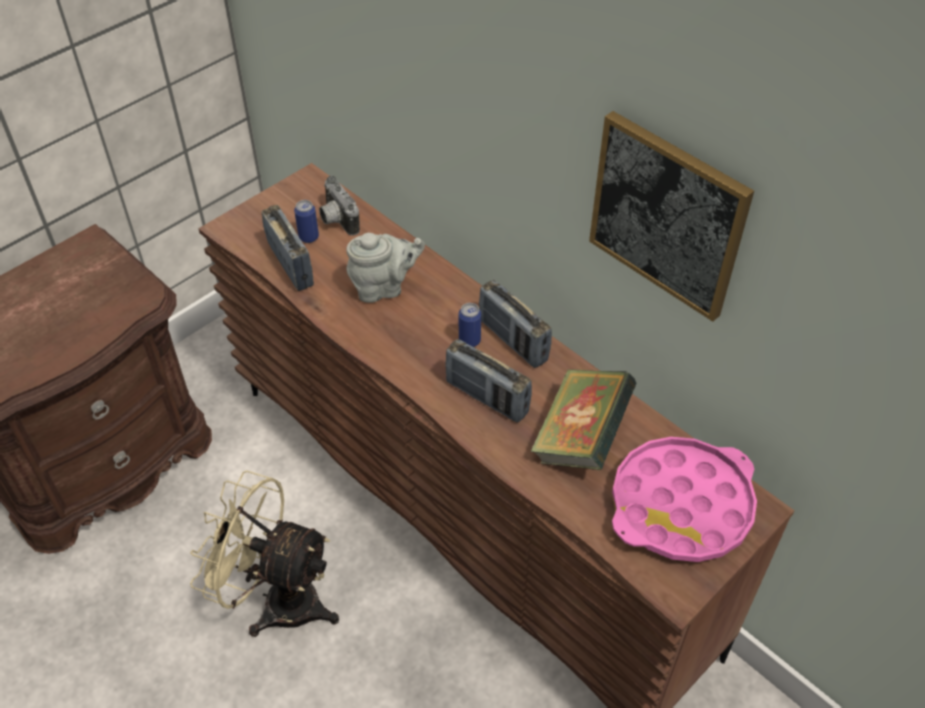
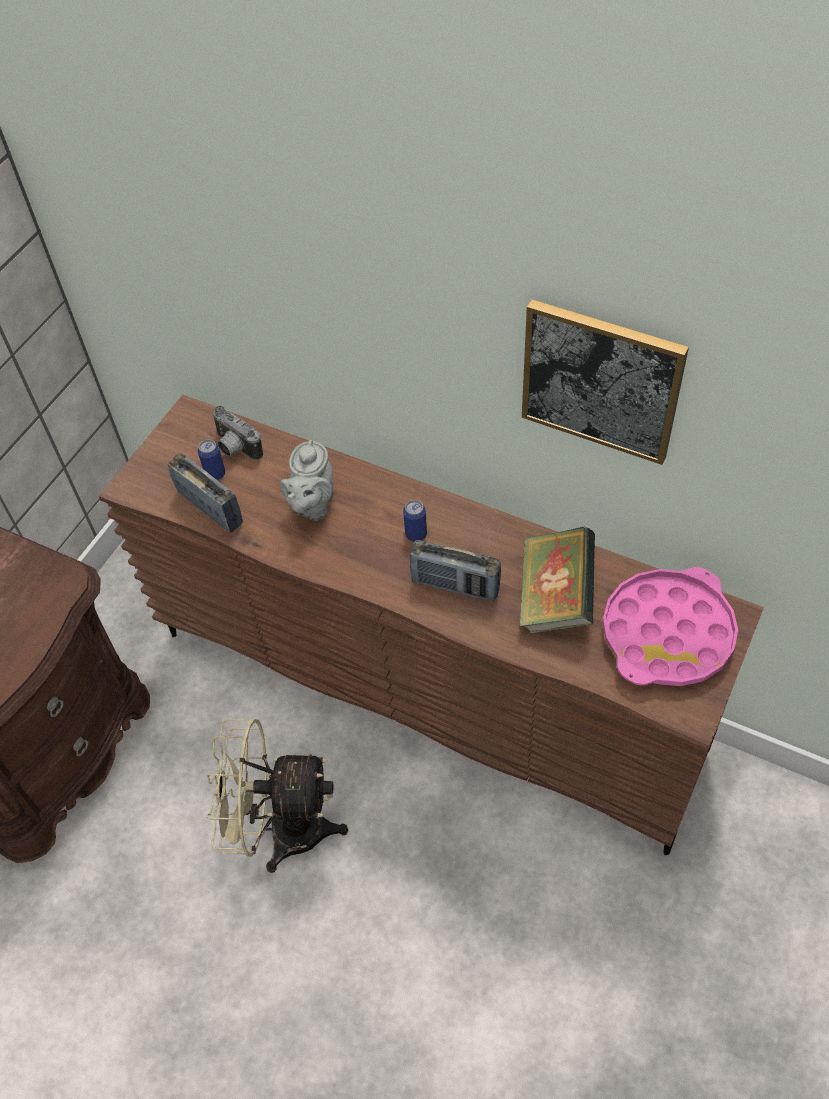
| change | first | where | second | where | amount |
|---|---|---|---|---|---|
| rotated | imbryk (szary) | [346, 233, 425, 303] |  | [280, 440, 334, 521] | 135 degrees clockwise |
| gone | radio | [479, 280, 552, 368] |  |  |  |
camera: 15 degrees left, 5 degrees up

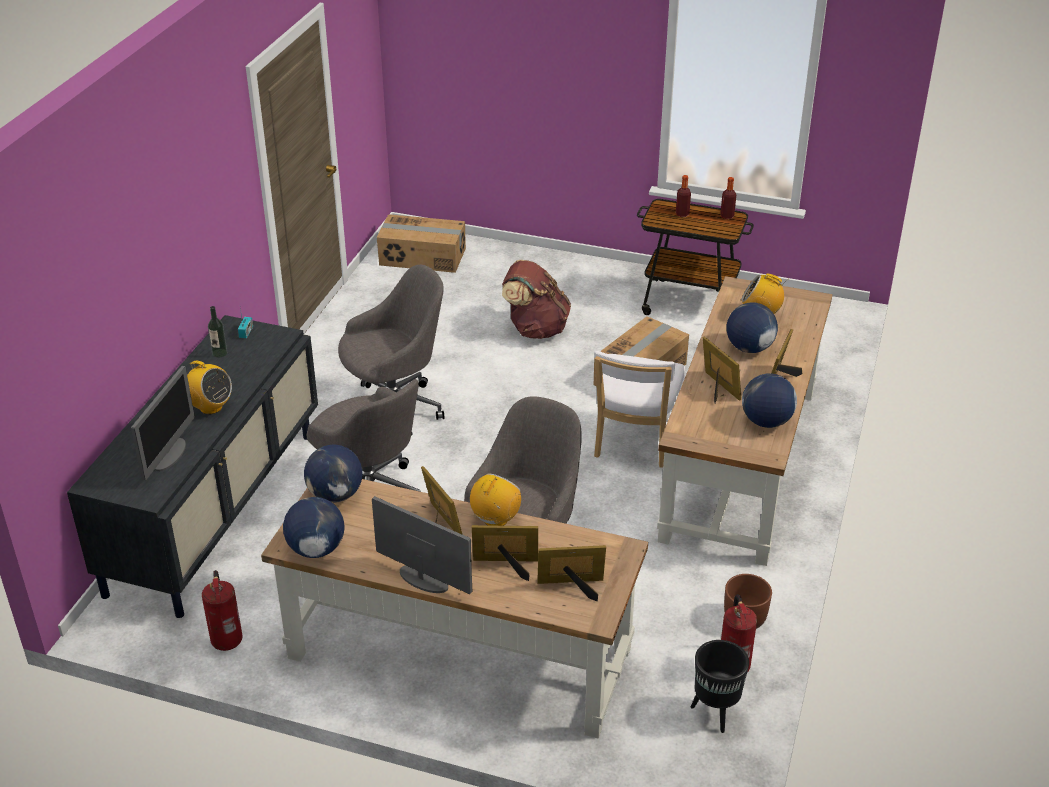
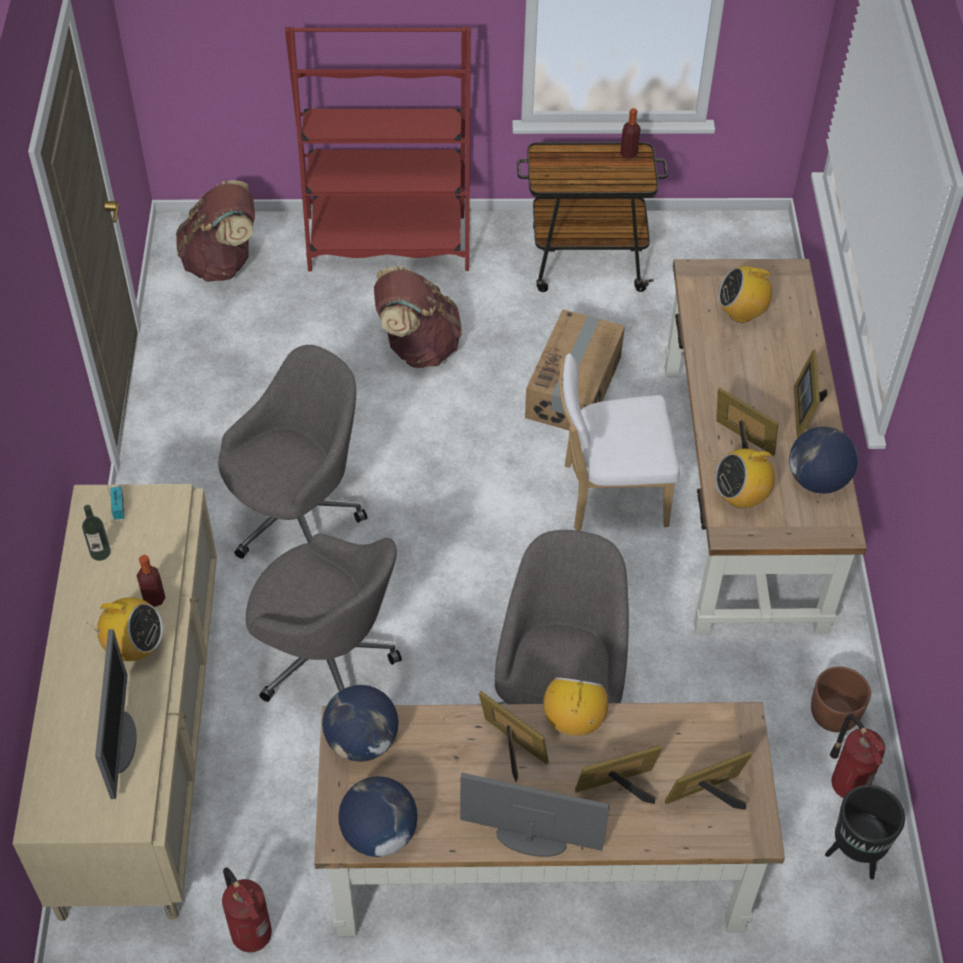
| change | first | where | second | where | amount |
|---|---|---|---|---|---|
| repainted | szafka (czarny) | [67, 315, 318, 618] | szafka (beżowy) | [13, 484, 217, 921] |  |
| shifted | butelka | [676, 175, 691, 217] |  | [137, 555, 166, 607] |  |
| swapped | karton | [377, 214, 466, 273] | plecak (brązowy) | [176, 180, 255, 282] |  |
| new |  |  | regał (czerwony) | [285, 27, 471, 272] |  |
| rotated | krzesło (biały) | [594, 351, 685, 468] |  | [559, 353, 680, 531] | 90 degrees clockwise |
| new |  |  | radio | [715, 443, 775, 508] |  |
| gone | globus | [727, 302, 778, 353] |  |  |  |
camera: 20 degrees left, 15 degrees up

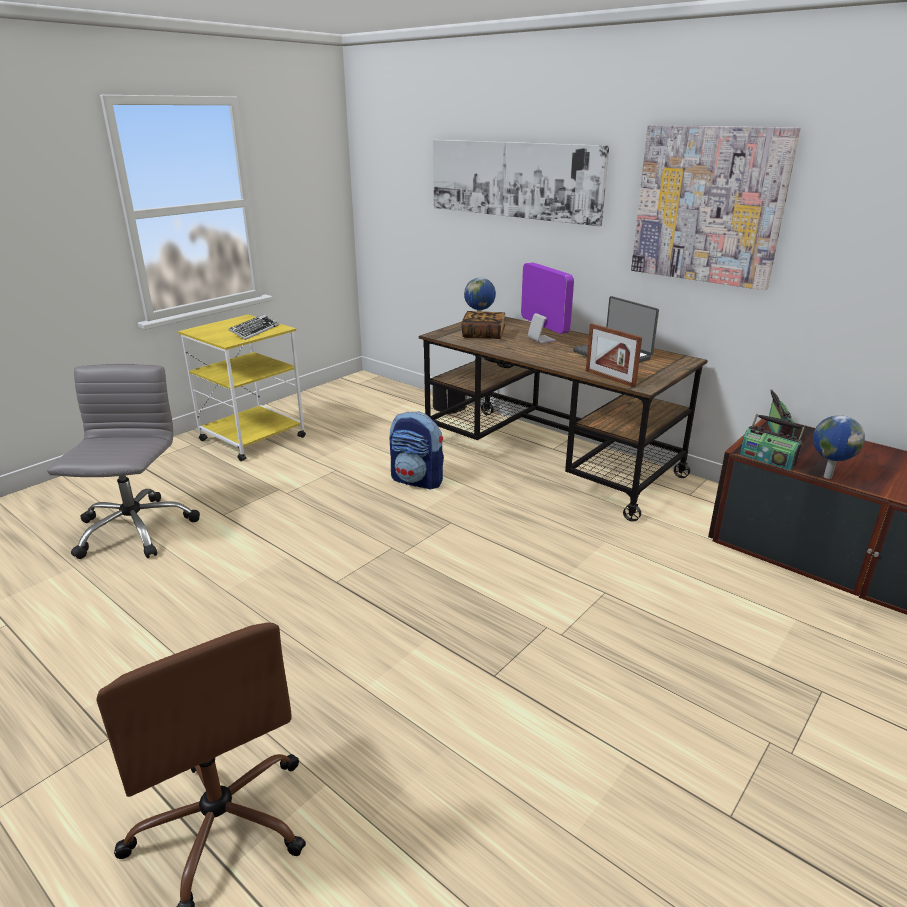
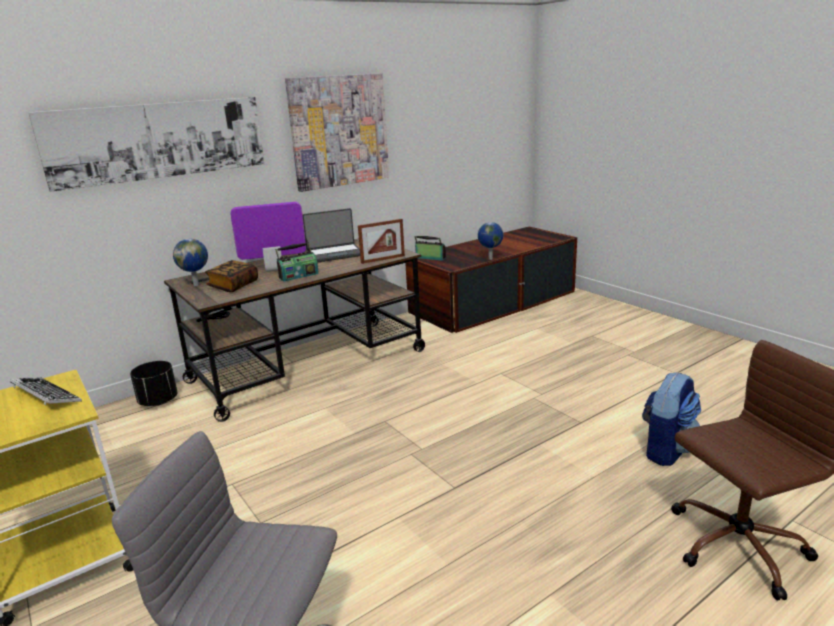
| change | first | where | second | where | amount |
|---|---|---|---|---|---|
| shifted | radio | [740, 414, 805, 470] |  | [275, 242, 319, 282] |  |
| shifted | plecak | [390, 412, 444, 490] |  | [642, 372, 701, 466] |  |
camera: 75 degrees left, 5 degrees down

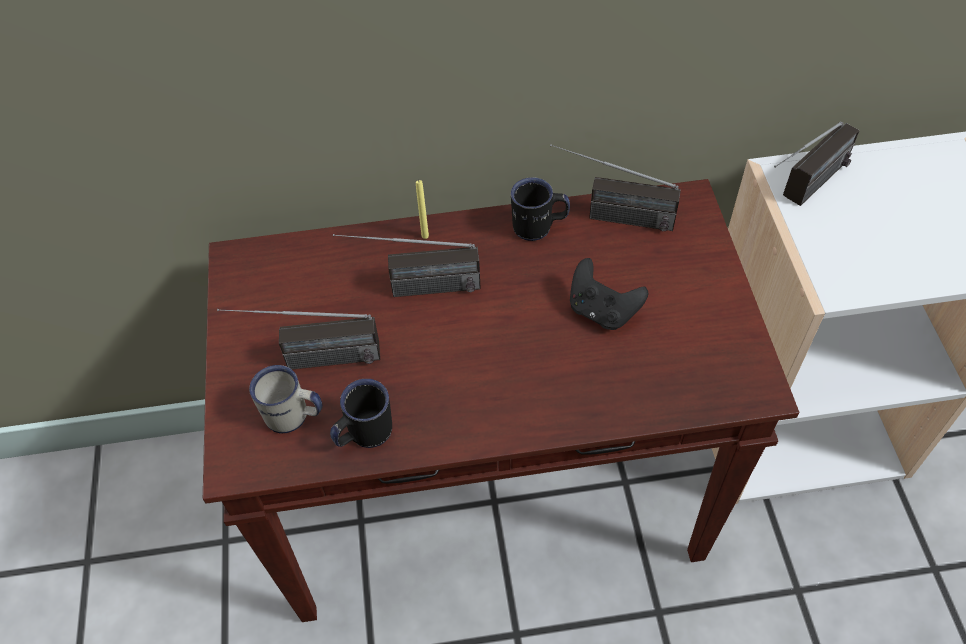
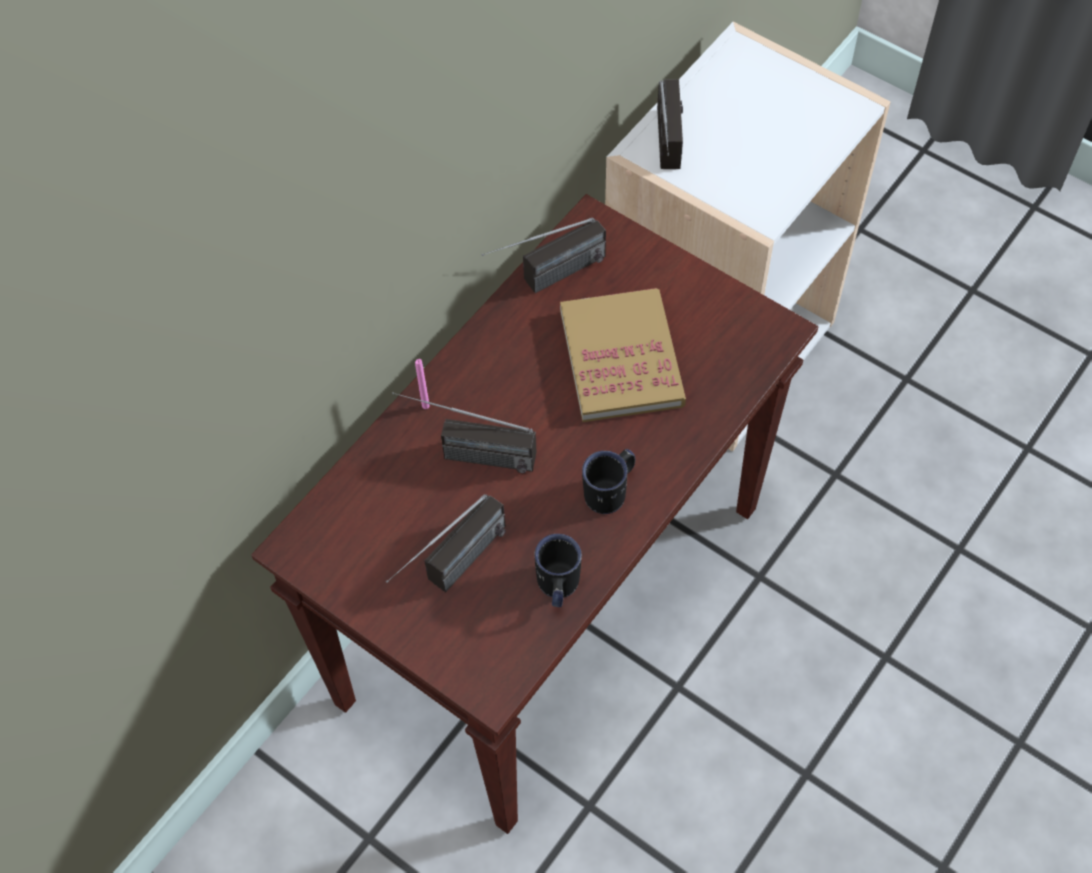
| change | first | where | second | where | amount |
|---|---|---|---|---|---|
| rotated | radio | [333, 234, 481, 297] |  | [392, 392, 537, 473] | 60 degrees clockwise |
| repainted | świeca (żółty) | [416, 180, 429, 239] | świeca (różowy) | [415, 359, 430, 409] |  |
| swapped | pad do gier (czarny) | [570, 258, 648, 330] | książka | [560, 288, 686, 422] |  |
| shifted | kubek (czarny) | [511, 177, 570, 241] |  | [582, 449, 635, 514] |  |
| gone | kubek (biały) | [249, 365, 322, 433] |  |  |  |
camera: 45 degrees left, 5 degrees up

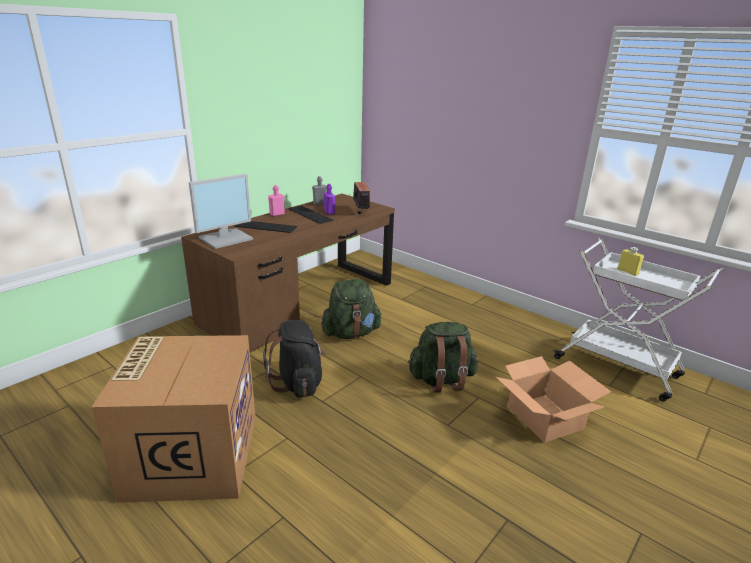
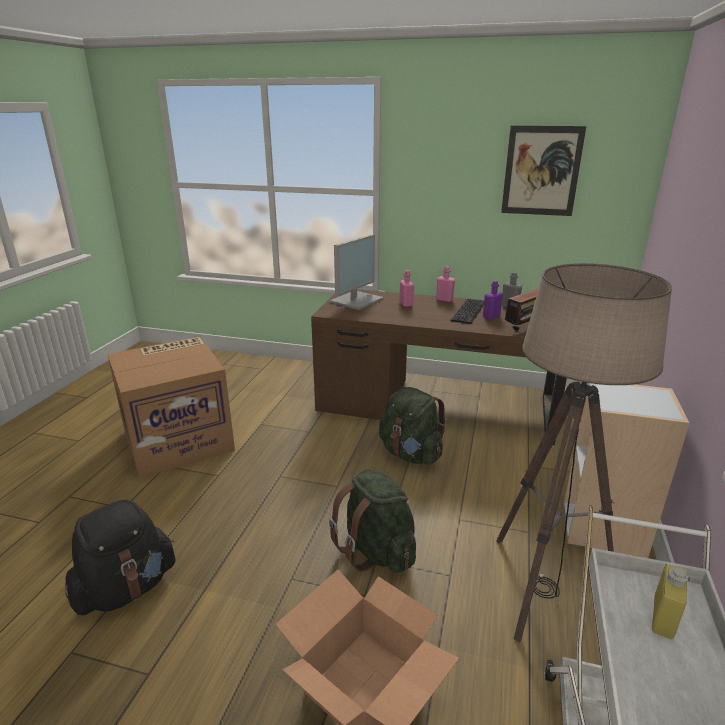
| change | first | where | second | where | amount |
|---|---|---|---|---|---|
| shifted | plecak (czarny) | [263, 320, 326, 397] |  | [65, 499, 176, 615] |  |
| rotated | monitor | [189, 174, 253, 249] |  | [330, 234, 384, 310] | 75 degrees counterclockwise |
| swapped | klawiatura | [234, 221, 297, 233] | butelka (różowy) | [399, 270, 414, 307] |  |
| new |  |  | lampa stojąca | [496, 263, 672, 642] |  |
| new |  |  | obraz | [501, 125, 586, 216] |  |
| new |  |  | regał | [564, 383, 689, 558] |  |
camera: 65 degrees right, 0 degrees up

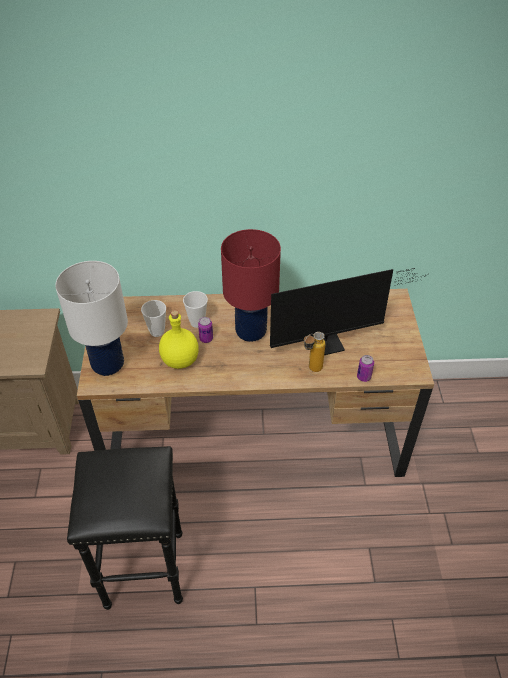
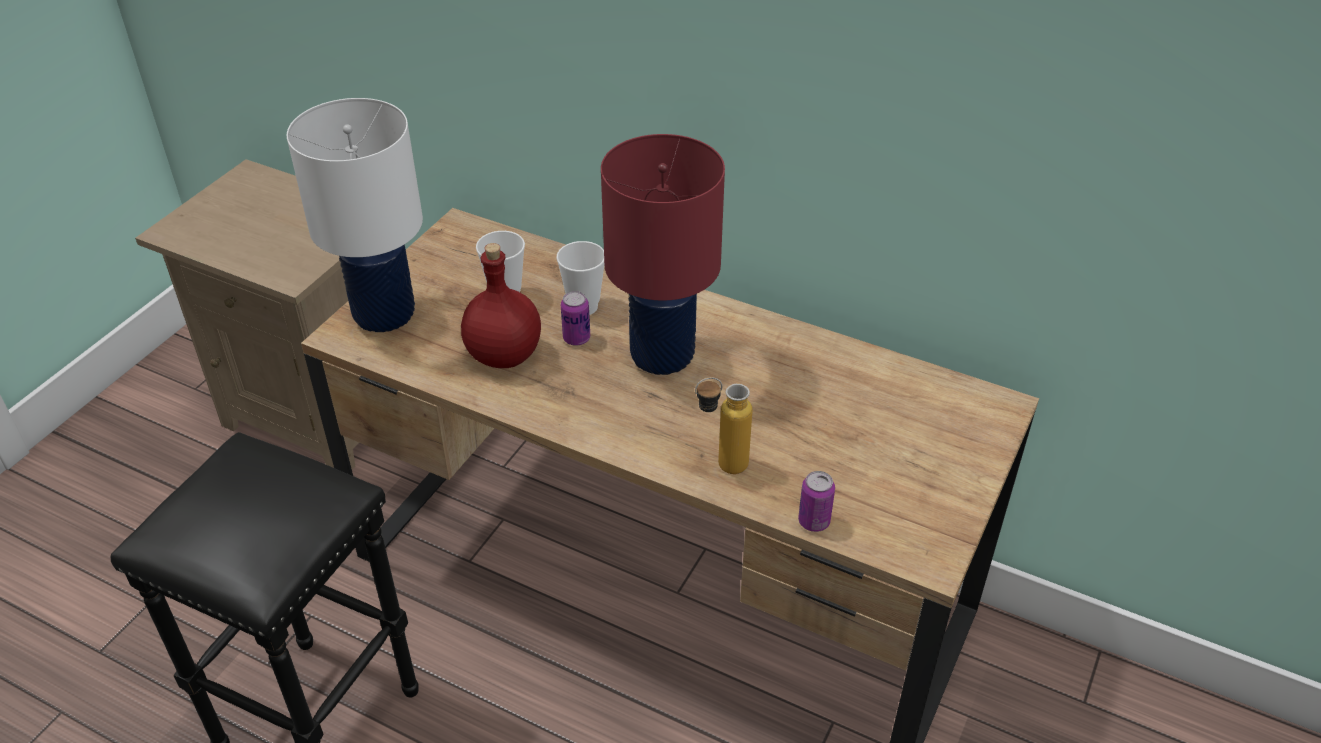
| change | first | where | second | where | amount |
|---|---|---|---|---|---|
| repainted | butelka (żółty) | [159, 310, 199, 369] | butelka (czerwony) | [461, 243, 541, 368] |  |
| gone | monitor | [270, 268, 425, 355] |  |  |  |
camera: 30 degrees right, 5 degrees down

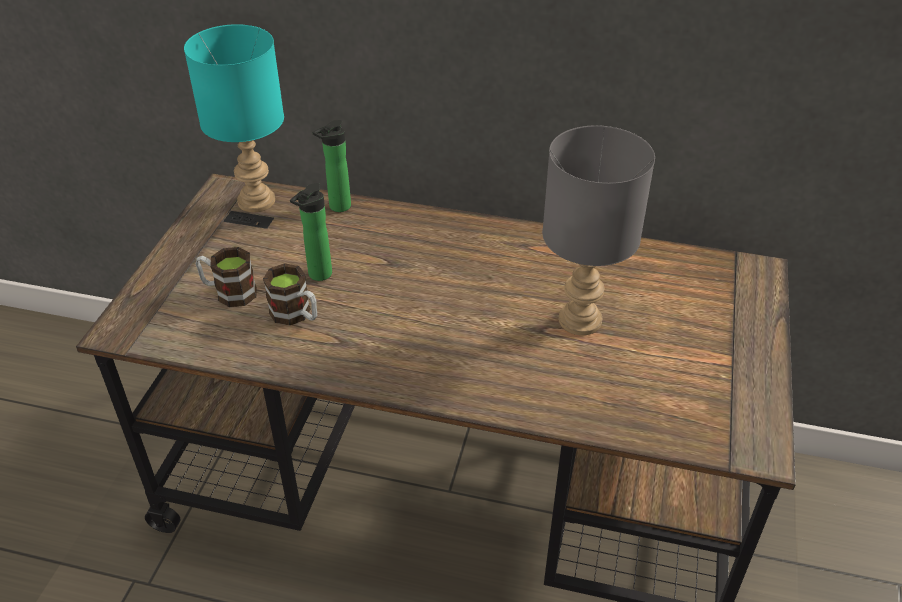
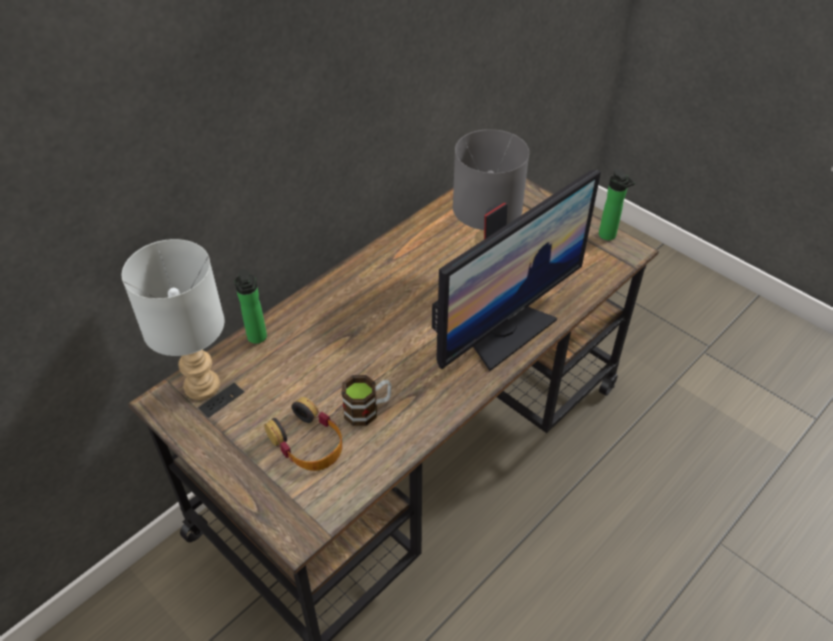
| change | first | where | second | where | amount |
|---|---|---|---|---|---|
| repainted | lampa stołowa (turkusowy) | [184, 24, 284, 212] | lampa stołowa (szary) | [122, 239, 224, 400] |  |
| swapped | kubek | [196, 247, 257, 307] | słuchawki | [264, 397, 342, 471] |  |
| new |  |  | monitor | [432, 170, 601, 371] |  |
| shifted | butelka | [290, 183, 332, 281] |  | [599, 169, 635, 240] |  |
camera: 60 degrees left, 5 degrees up

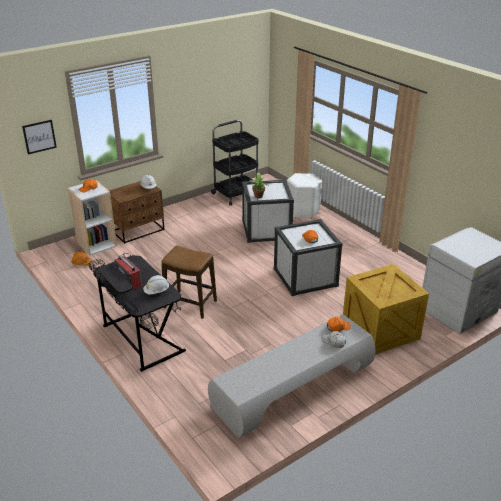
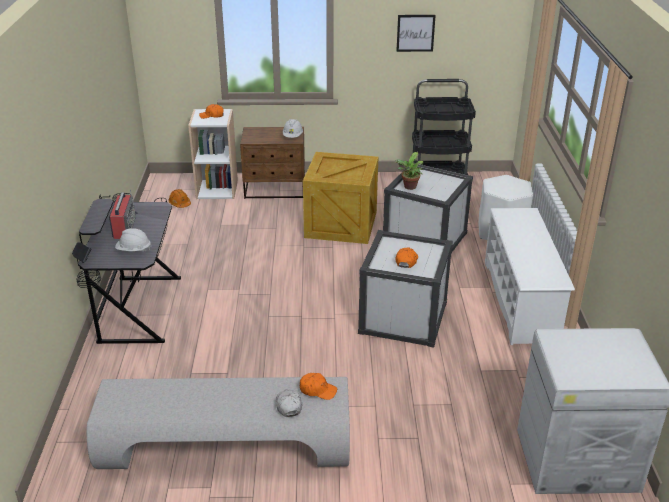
| change | first | where | second | where | amount |
|---|---|---|---|---|---|
| shifted | skrzynka | [343, 264, 429, 355] |  | [303, 152, 378, 244] |  |
| shifted | obraz | [22, 120, 57, 154] |  | [397, 15, 436, 52] |  |
| new |  |  | regał na buty (biały) | [485, 208, 575, 345] |  |
| gone | stołek | [162, 245, 217, 319] |  |  |  |
camera: 35 degrees right, 0 degrees up

